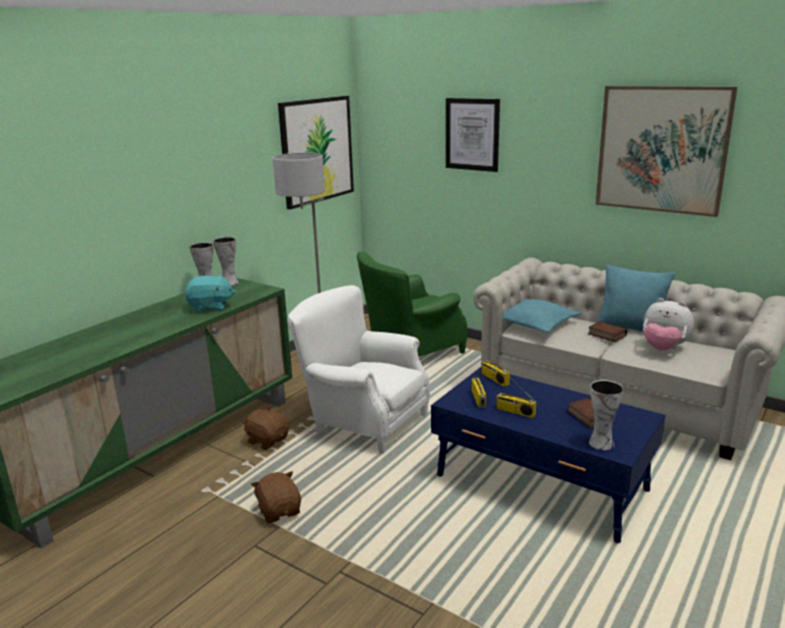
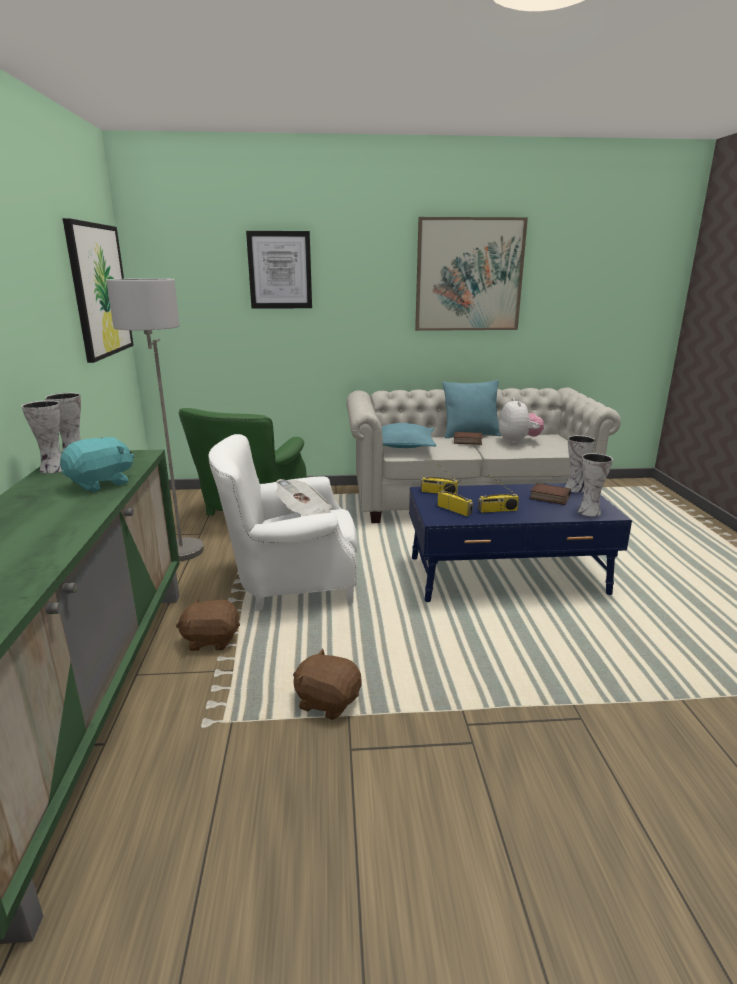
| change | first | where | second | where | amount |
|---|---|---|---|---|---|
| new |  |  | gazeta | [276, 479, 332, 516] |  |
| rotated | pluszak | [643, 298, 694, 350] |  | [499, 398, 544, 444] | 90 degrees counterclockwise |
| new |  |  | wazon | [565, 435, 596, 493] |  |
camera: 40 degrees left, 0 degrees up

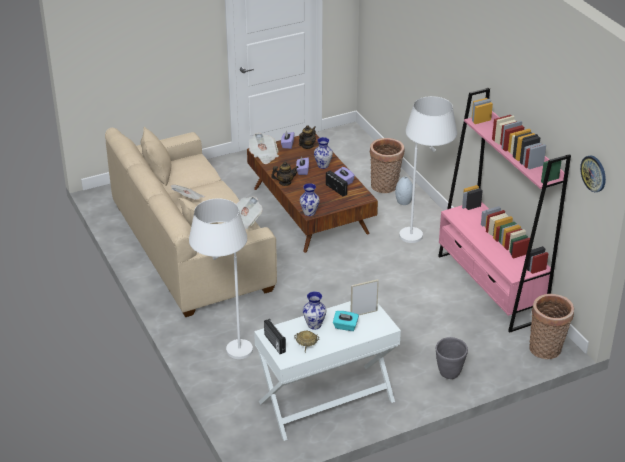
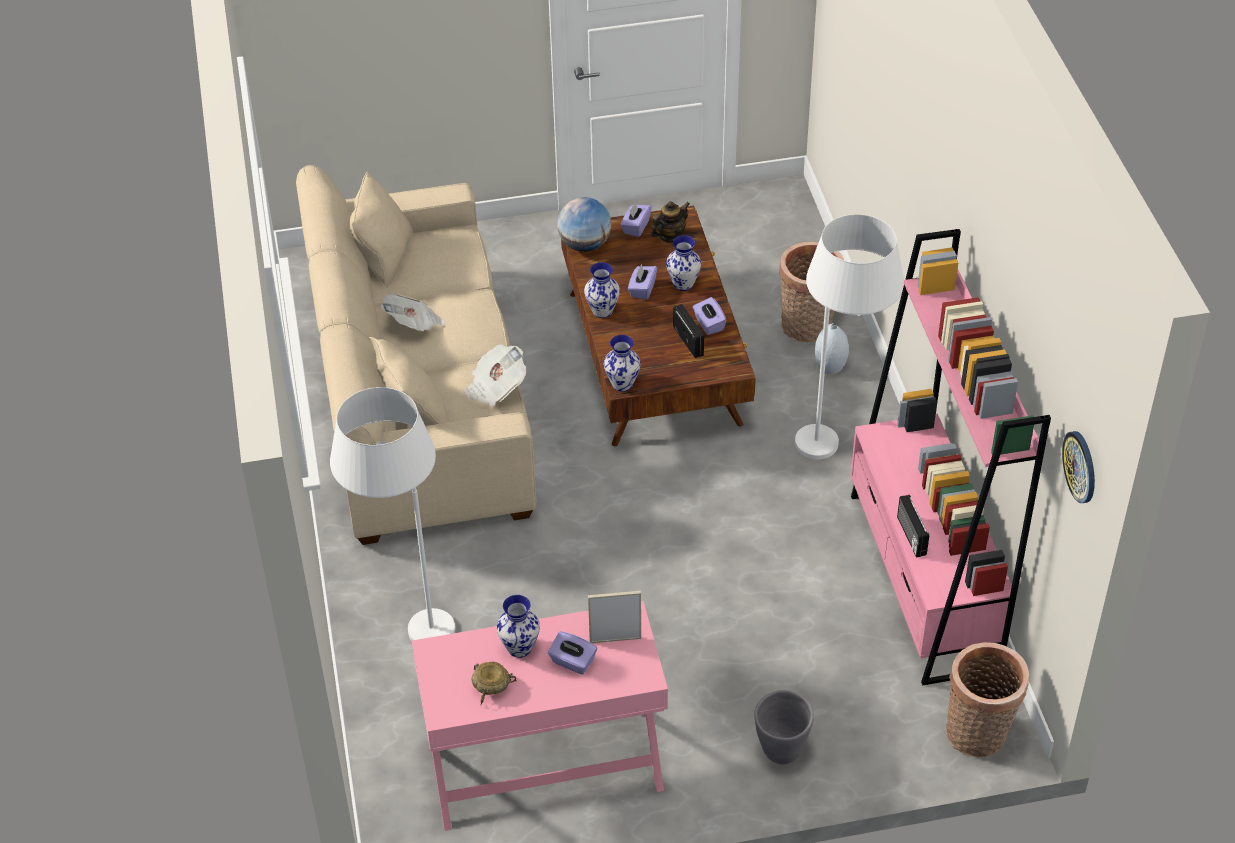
| change | first | where | second | where | amount |
|---|---|---|---|---|---|
| repainted | stolik konsolowy (biały) | [254, 301, 401, 441] | stolik konsolowy (różowy) | [412, 601, 668, 831] |  |
| repainted | pudełko chusteczek (turkusowy) | [333, 311, 359, 331] | pudełko chusteczek (fioletowy) | [548, 631, 597, 675] |  |
| swapped | gazeta | [249, 133, 279, 164] | globus | [557, 197, 611, 252] |  |
| swapped | imbryk | [271, 162, 299, 186] | wazon | [584, 262, 620, 318] |  |
| shifted | radio | [264, 319, 286, 354] |  | [897, 495, 929, 558] |  |
camera: 15 degrees right, 10 degrees up

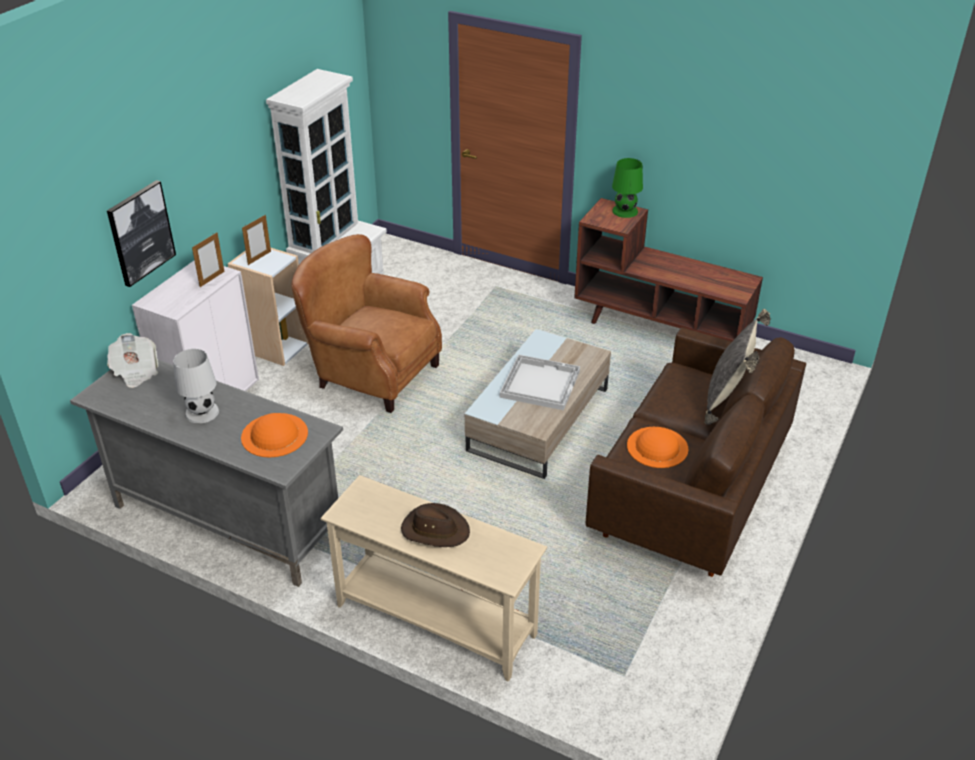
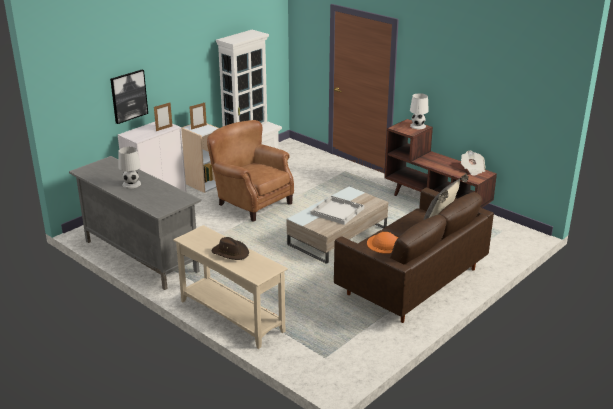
| change | first | where | second | where | amount |
|---|---|---|---|---|---|
| repainted | lampa stołowa (zielony) | [612, 158, 643, 218] | lampa stołowa (biały) | [410, 93, 429, 129] |  |
| shifted | gazeta | [107, 333, 158, 388] |  | [461, 151, 485, 176] |  |
| gone | kapelusz (pomarańczowy) | [241, 413, 308, 457] |  |  |  |
camera: 15 degrees right, 10 degrees down

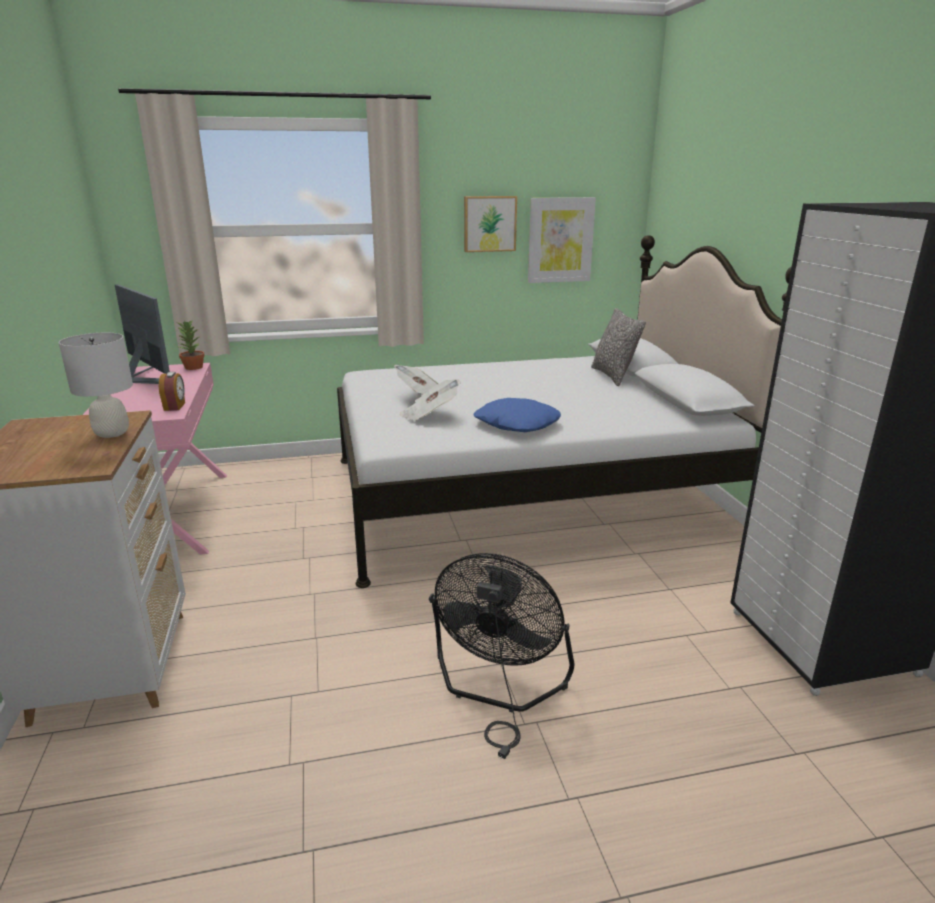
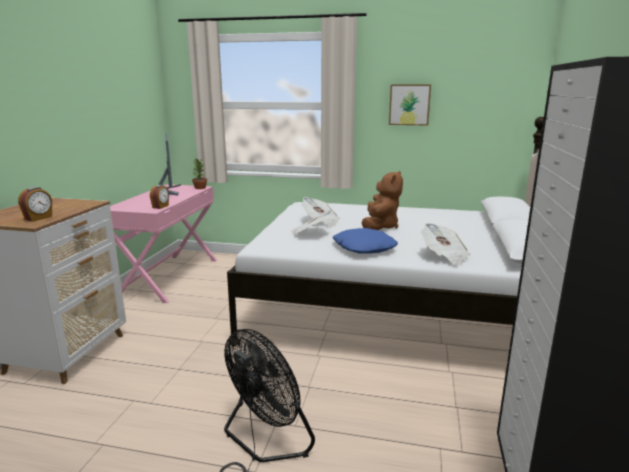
| change | first | where | second | where | amount |
|---|---|---|---|---|---|
| new |  |  | budzik | [18, 187, 52, 222] |  |
| new |  |  | pluszak (brązowy) | [362, 171, 403, 230] |  |
| new |  |  | gazeta | [421, 223, 471, 265] |  |
| gone | lampa stołowa (szary) | [59, 333, 133, 438] |  |  |  |
| gone | obraz | [528, 197, 596, 283] |  |  |  |
| gone | poduszka | [591, 308, 646, 386] |  |  |  |
camera: 25 degrees right, 5 degrees down

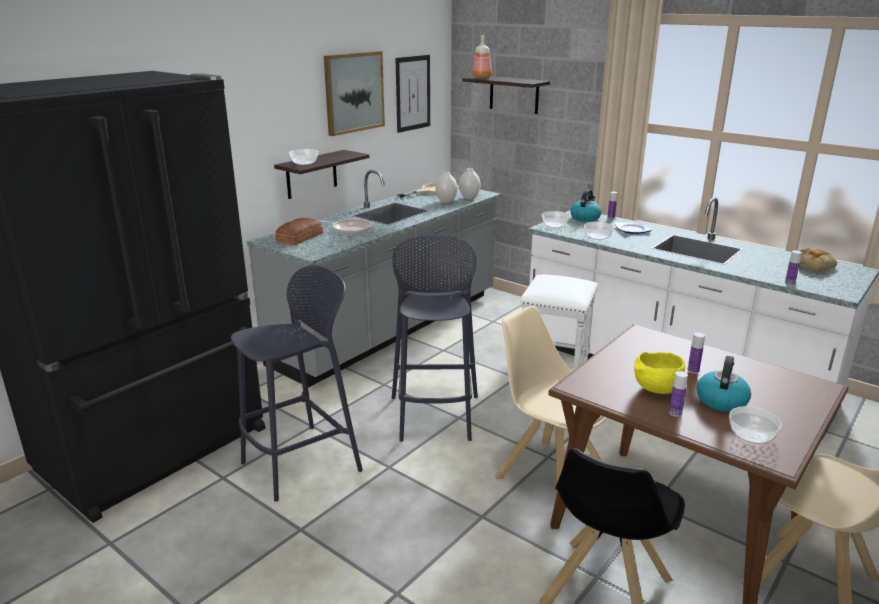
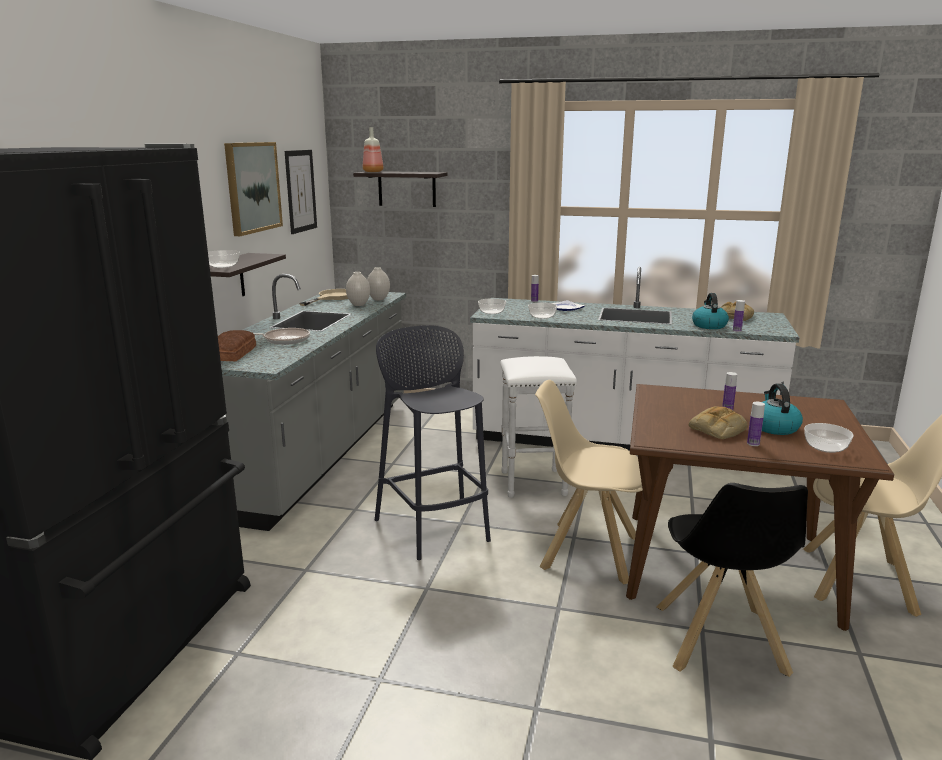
| change | first | where | second | where | amount |
|---|---|---|---|---|---|
| swapped | miska (żółty) | [634, 352, 685, 394] | chleb | [689, 406, 748, 439] |  |
| shifted | czajnik | [570, 189, 602, 222] |  | [692, 293, 729, 329] |  |
| gone | stołek (szary) | [231, 265, 363, 502] |  |  |  |
camera: 25 degrees left, 5 degrees down

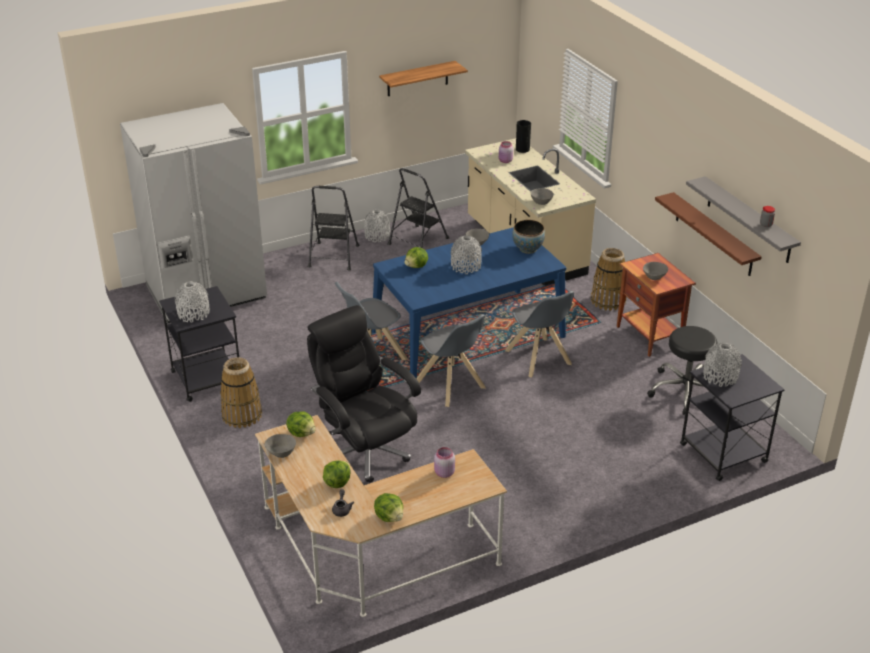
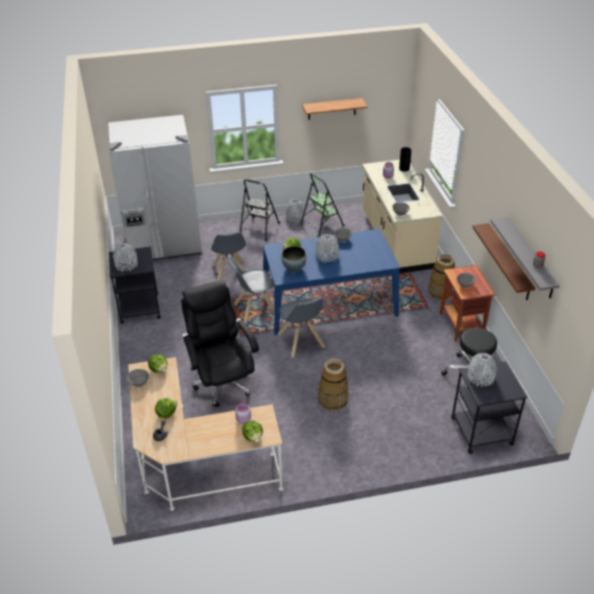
| change | first | where | second | where | amount |
|---|---|---|---|---|---|
| shifted | krzesło (szary) | [505, 291, 574, 378] |  | [209, 232, 247, 281] |  |
| shifted | sałata | [374, 493, 403, 522] |  | [242, 420, 263, 443] |  |
| shifted | miska | [512, 220, 545, 254] |  | [281, 246, 306, 273] |  |
| repainted | drabinka (czarny) | [387, 168, 449, 248] | drabinka (zielony) | [300, 173, 345, 237] |  |
| shifted | koszyk | [220, 357, 262, 428] |  | [318, 359, 349, 411] |  |
camera: 15 degrees right, 5 degrees up

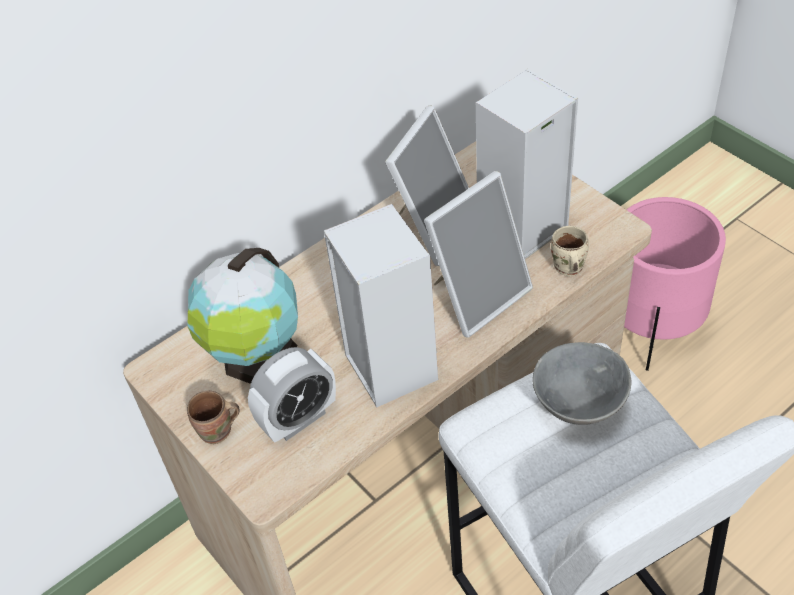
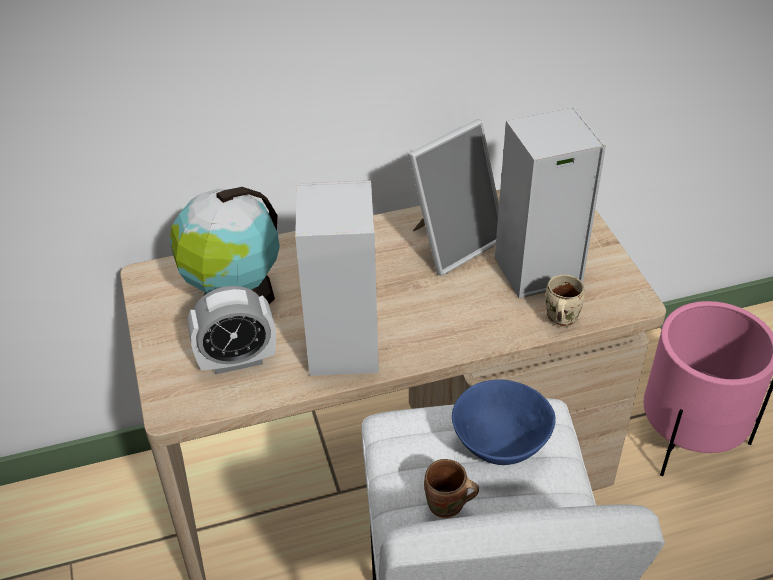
| change | first | where | second | where | amount |
|---|---|---|---|---|---|
| shifted | kubek (brązowy) | [187, 391, 239, 444] |  | [424, 459, 479, 518] |  |
| repainted | miska (szary) | [532, 342, 631, 425] | miska (niebieski) | [452, 379, 555, 465] |  |
| gone | ramka na zdjęcie | [424, 171, 533, 338] |  |  |  |
camera: 20 degrees right, 5 degrees down

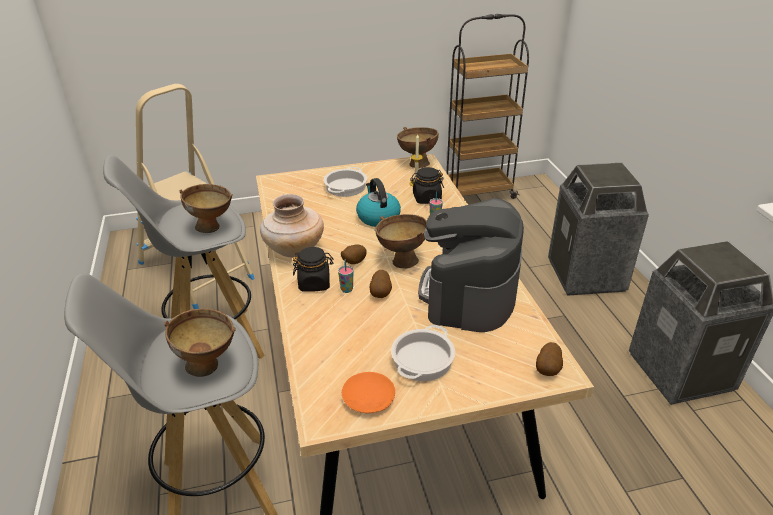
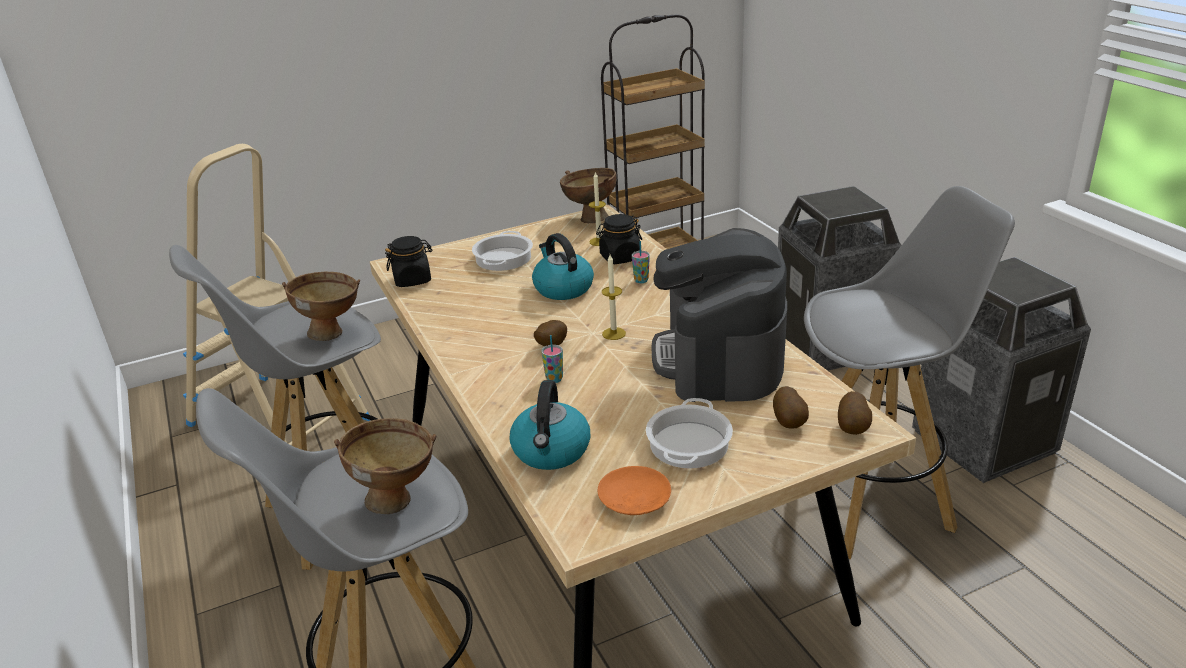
| change | first | where | second | where | amount |
|---|---|---|---|---|---|
| shifted | słoik (czarny) | [293, 247, 333, 292] |  | [385, 236, 432, 287] |  |
| new |  |  | czajnik | [510, 380, 590, 470] |  |
| swapped | miska (brązowy) | [375, 214, 427, 269] | świeca | [602, 255, 626, 340] |  |
| shifted | ziemniak | [370, 270, 392, 298] |  | [773, 386, 809, 429] |  |
| new |  |  | stołek (szary) | [804, 186, 1015, 559] |  |
| gone | wazon (beżowy) | [260, 194, 324, 258] |  |  |  |
camera: 10 degrees left, 5 degrees down

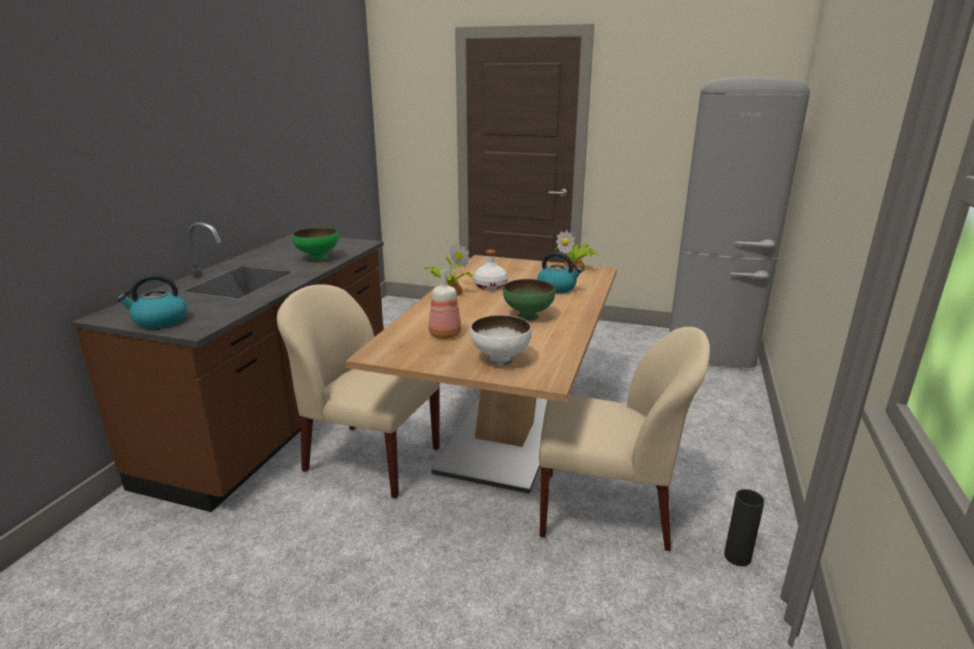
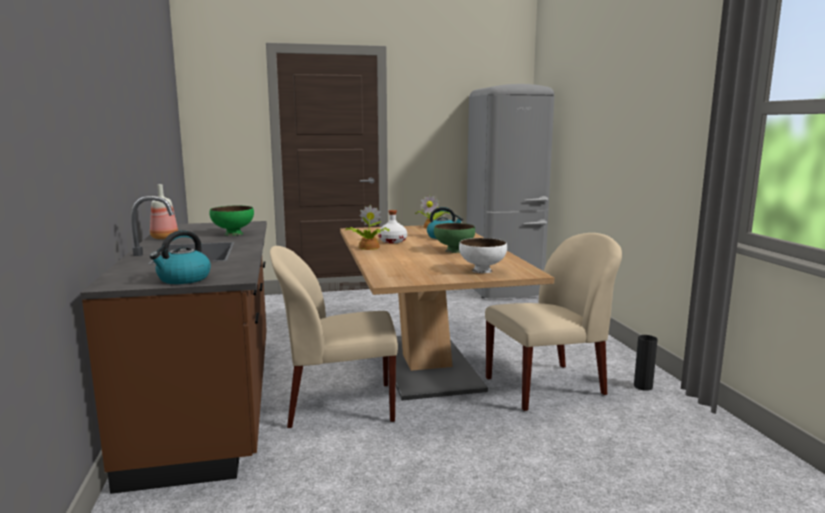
| change | first | where | second | where | amount |
|---|---|---|---|---|---|
| shifted | butelka | [428, 270, 461, 339] |  | [150, 184, 178, 239] |  |
camera: 30 degrees left, 10 degrees down

